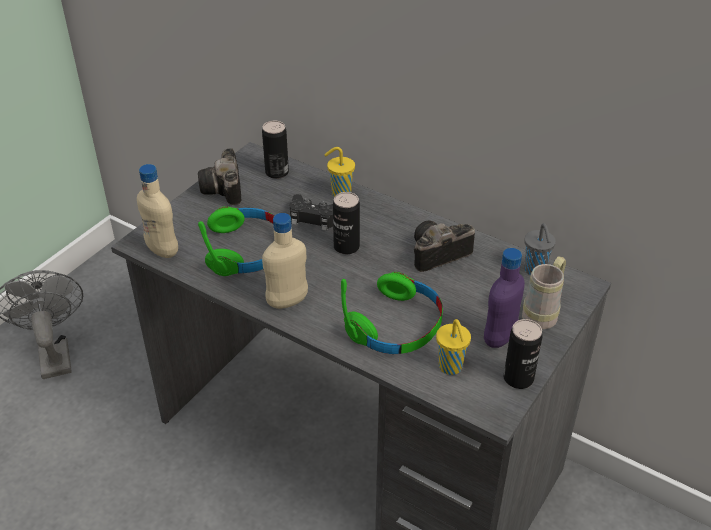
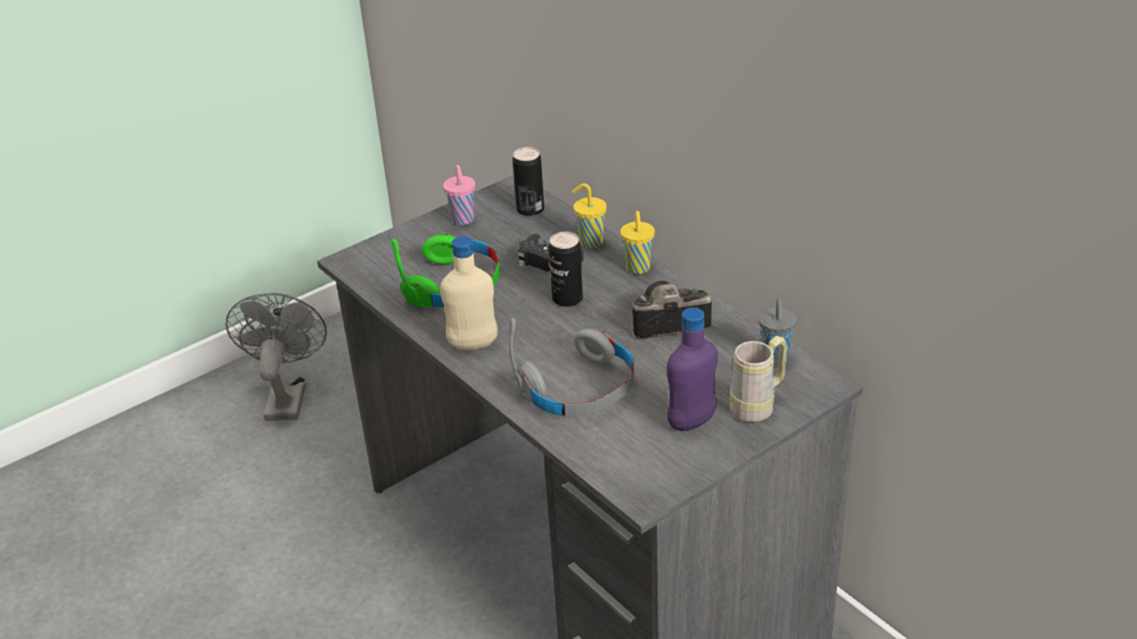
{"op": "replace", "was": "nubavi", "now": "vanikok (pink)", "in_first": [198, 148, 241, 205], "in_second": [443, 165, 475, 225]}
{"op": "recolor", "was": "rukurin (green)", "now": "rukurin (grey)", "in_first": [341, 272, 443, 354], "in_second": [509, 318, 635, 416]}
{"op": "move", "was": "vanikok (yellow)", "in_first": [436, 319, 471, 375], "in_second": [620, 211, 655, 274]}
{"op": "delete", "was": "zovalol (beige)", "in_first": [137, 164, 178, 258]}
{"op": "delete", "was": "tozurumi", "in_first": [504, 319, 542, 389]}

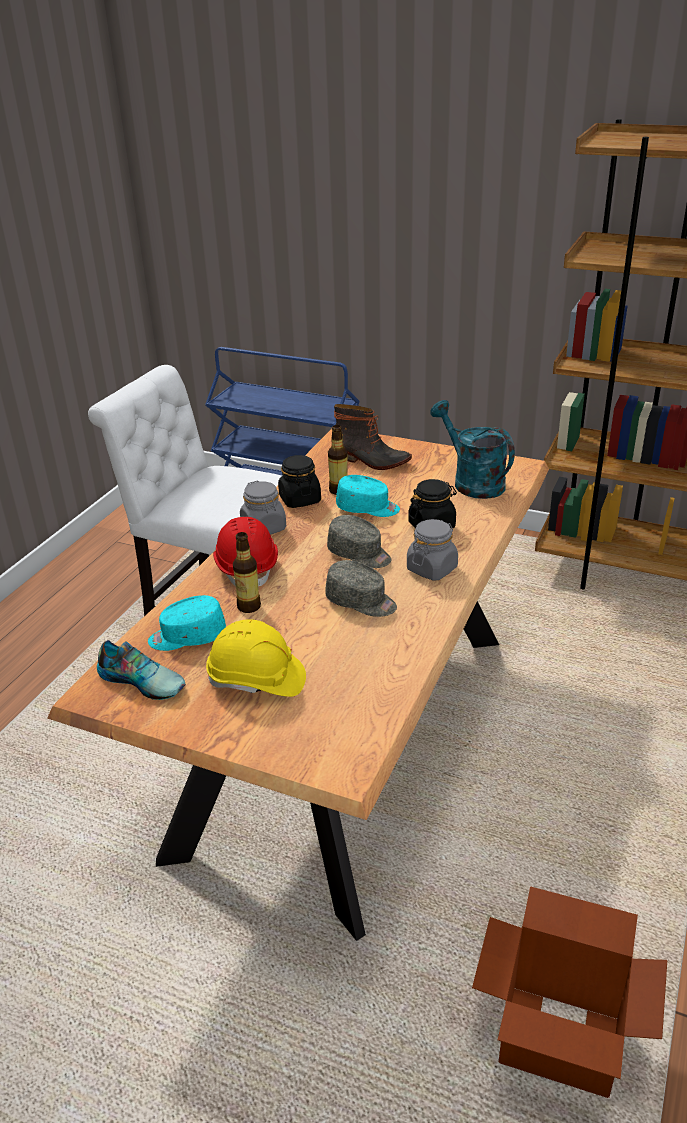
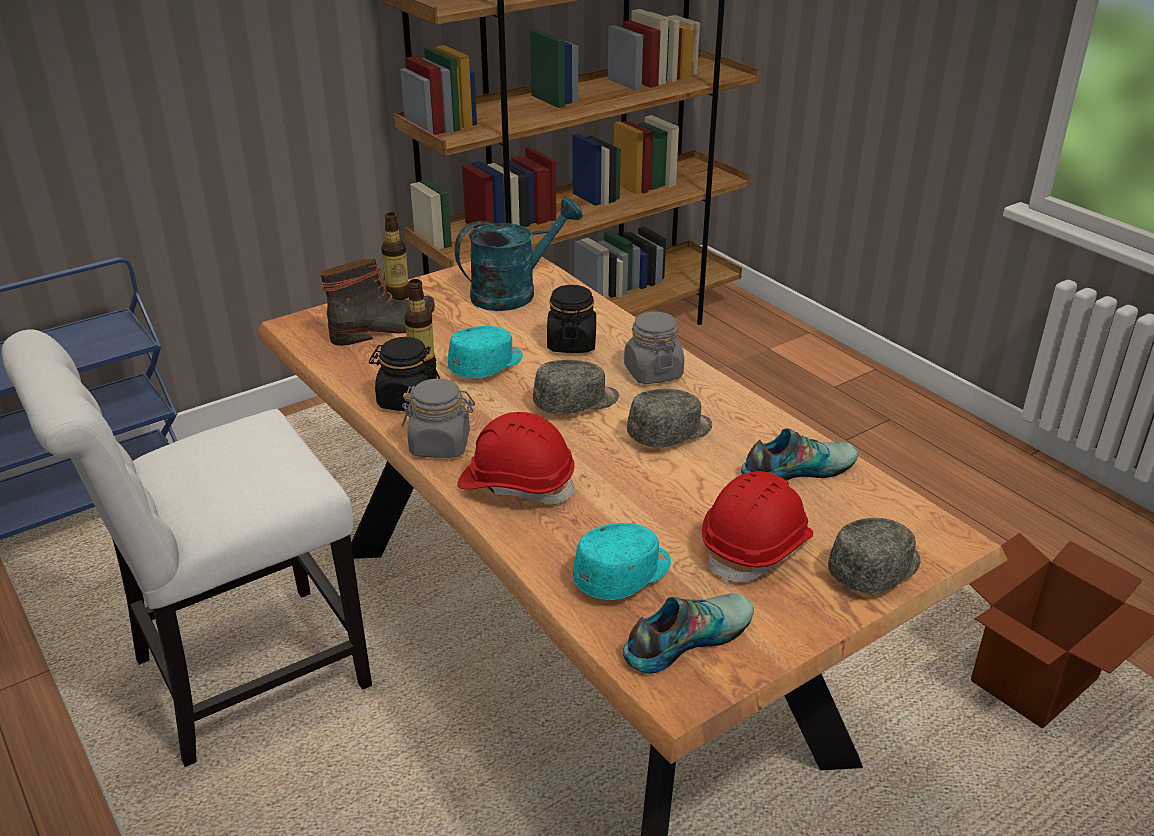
{"op": "move", "was": "zovalol", "in_first": [233, 532, 261, 613], "in_second": [381, 212, 409, 300]}
{"op": "rotate", "was": "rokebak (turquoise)", "in_first": [430, 400, 515, 499], "in_second": [455, 197, 583, 311], "clockwise": 150}
{"op": "rotate", "was": "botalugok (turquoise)", "in_first": [148, 595, 226, 651], "in_second": [573, 523, 671, 600], "clockwise": -150}
{"op": "recolor", "was": "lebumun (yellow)", "now": "lebumun (red)", "in_first": [206, 619, 306, 697], "in_second": [702, 471, 813, 585]}
{"op": "insert", "now": "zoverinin", "in_second": [741, 428, 858, 481]}
{"op": "insert", "now": "botalugok (grey)", "in_second": [828, 518, 920, 594]}

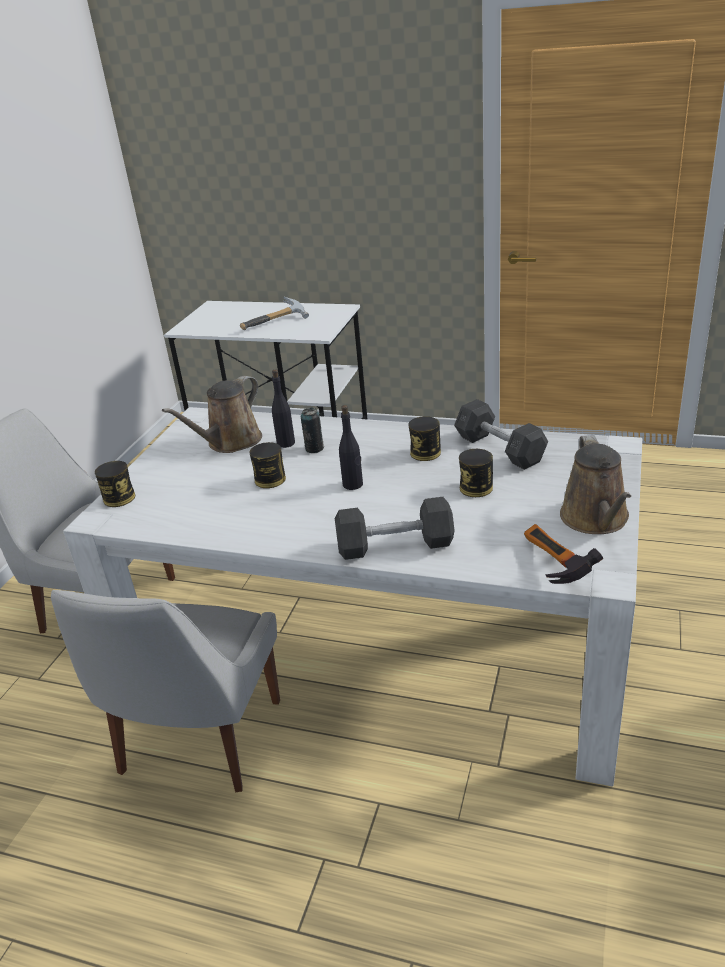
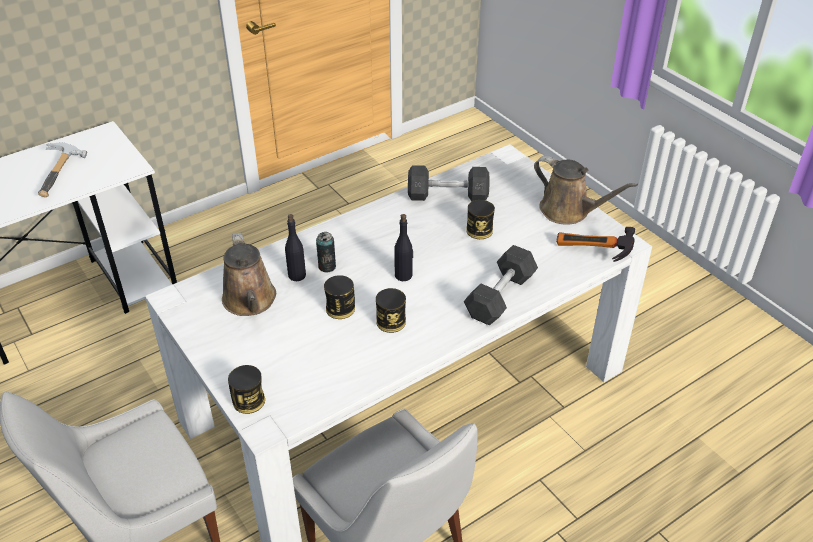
{"op": "move", "was": "tozurumi", "in_first": [408, 416, 441, 461], "in_second": [376, 288, 406, 333]}

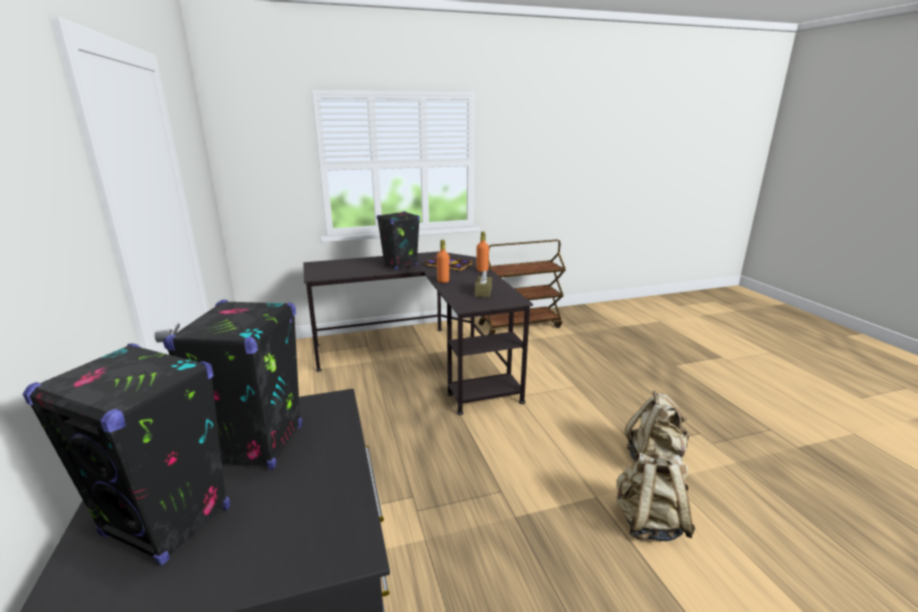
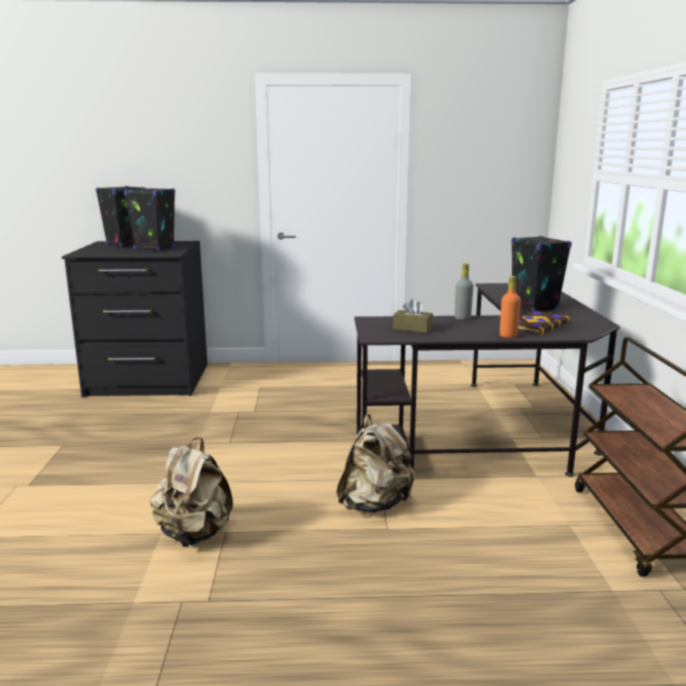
{"op": "move", "was": "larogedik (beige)", "in_first": [616, 452, 695, 541], "in_second": [336, 414, 415, 513]}
{"op": "recolor", "was": "zovalol (orange)", "now": "zovalol (grey)", "in_first": [437, 240, 449, 283], "in_second": [455, 264, 474, 320]}

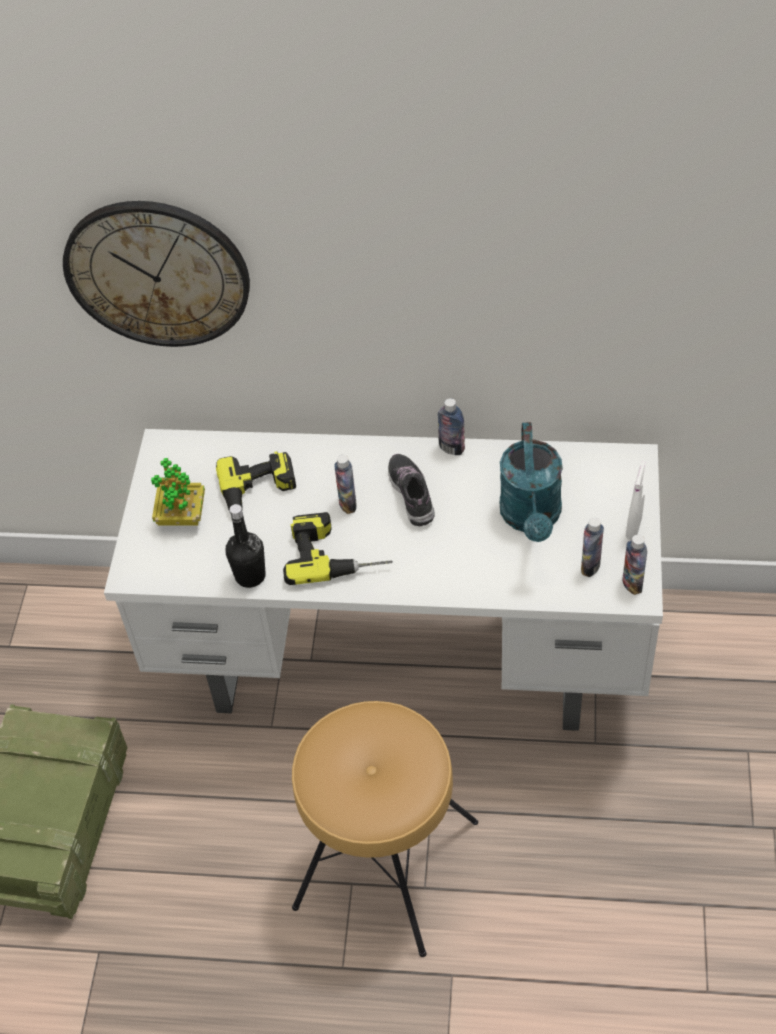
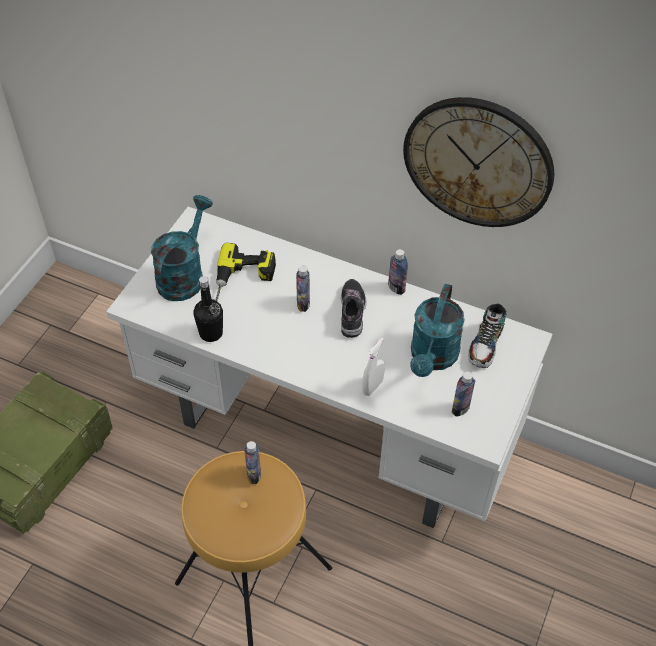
{"op": "replace", "was": "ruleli", "now": "rokebak (turquoise)", "in_first": [151, 458, 205, 526], "in_second": [151, 195, 213, 301]}
{"op": "move", "was": "zovalol", "in_first": [622, 535, 647, 595], "in_second": [245, 441, 261, 484]}
{"op": "move", "was": "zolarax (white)", "in_first": [626, 462, 645, 541], "in_second": [362, 337, 385, 396]}
{"op": "move", "was": "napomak", "in_first": [63, 201, 250, 347], "in_second": [403, 97, 554, 227]}
{"op": "insert", "now": "zoverinin", "in_second": [468, 303, 507, 368]}
{"op": "delete", "was": "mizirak", "in_first": [283, 512, 393, 585]}

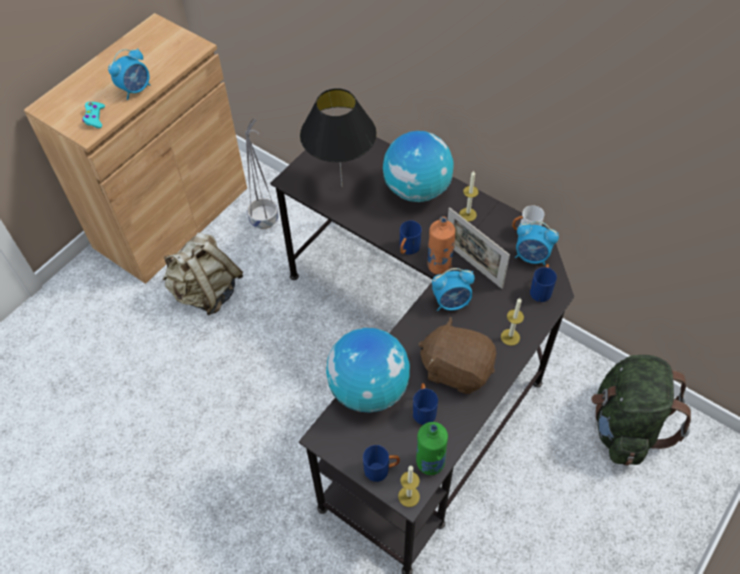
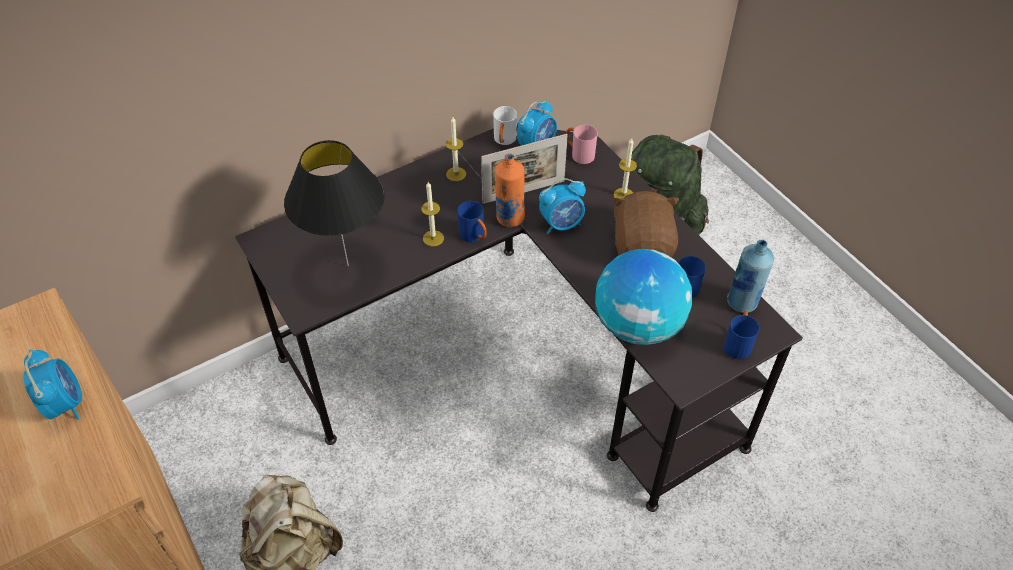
{"op": "move", "was": "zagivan", "in_first": [398, 466, 420, 507], "in_second": [421, 182, 444, 246]}
{"op": "rotate", "was": "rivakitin", "in_first": [432, 268, 475, 311], "in_second": [539, 178, 586, 234], "clockwise": 60}
{"op": "recolor", "was": "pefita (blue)", "now": "pefita (pink)", "in_first": [530, 264, 557, 302], "in_second": [566, 125, 598, 164]}
{"op": "rotate", "was": "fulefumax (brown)", "in_first": [418, 317, 496, 394], "in_second": [612, 191, 679, 258], "clockwise": 135}
{"op": "recolor", "was": "zovalol (green)", "now": "zovalol (blue)", "in_first": [416, 422, 448, 475], "in_second": [727, 240, 774, 313]}
{"op": "delete", "was": "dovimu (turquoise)", "in_first": [82, 102, 105, 128]}
{"op": "delete", "was": "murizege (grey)", "in_first": [245, 118, 278, 229]}
{"op": "delete", "was": "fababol", "in_first": [383, 131, 454, 202]}

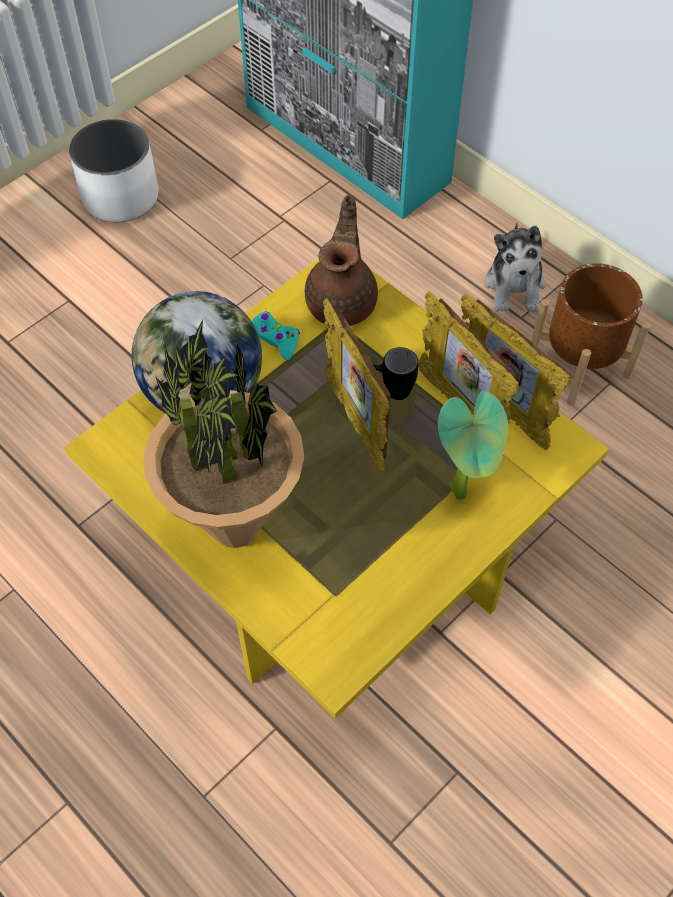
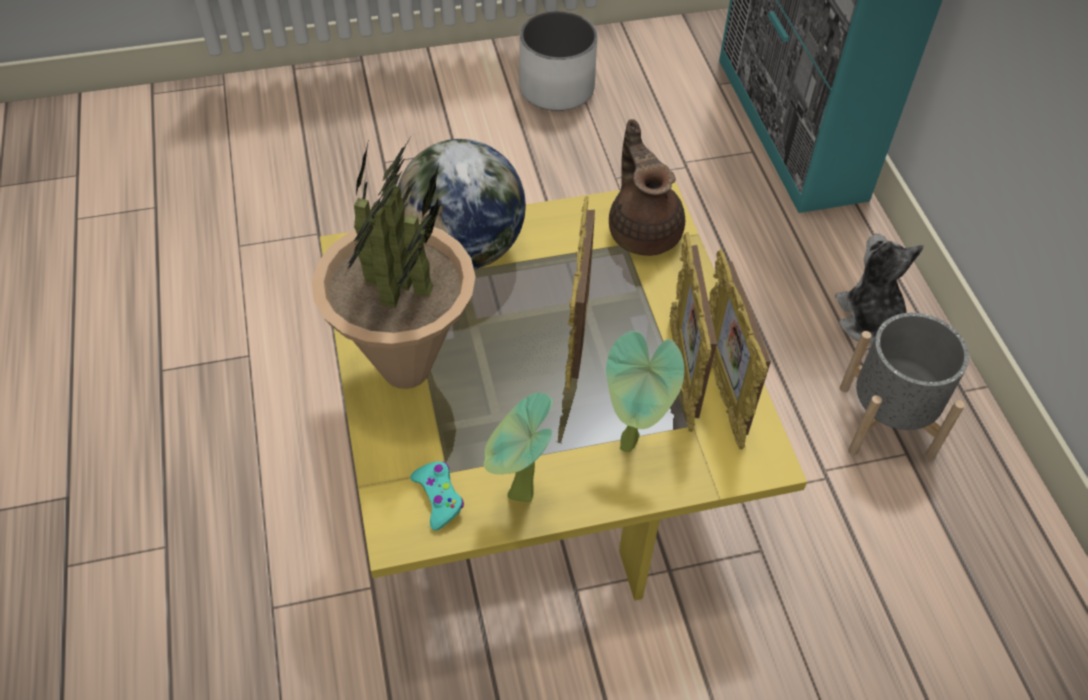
{"op": "move", "was": "dovimu (turquoise)", "in_first": [251, 312, 300, 360], "in_second": [410, 461, 464, 531]}
{"op": "insert", "now": "ruleli", "in_second": [484, 393, 553, 502]}
{"op": "rotate", "was": "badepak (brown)", "in_first": [305, 194, 378, 326], "in_second": [609, 119, 685, 256], "clockwise": -60}
{"op": "rotate", "was": "fulefumax", "in_first": [485, 223, 546, 312], "in_second": [835, 234, 924, 343], "clockwise": 135}
{"op": "recolor", "was": "murizege (brown)", "now": "murizege (grey)", "in_first": [531, 263, 651, 406], "in_second": [840, 313, 969, 460]}
{"op": "delete", "was": "pefita (black)", "in_first": [373, 347, 419, 400]}

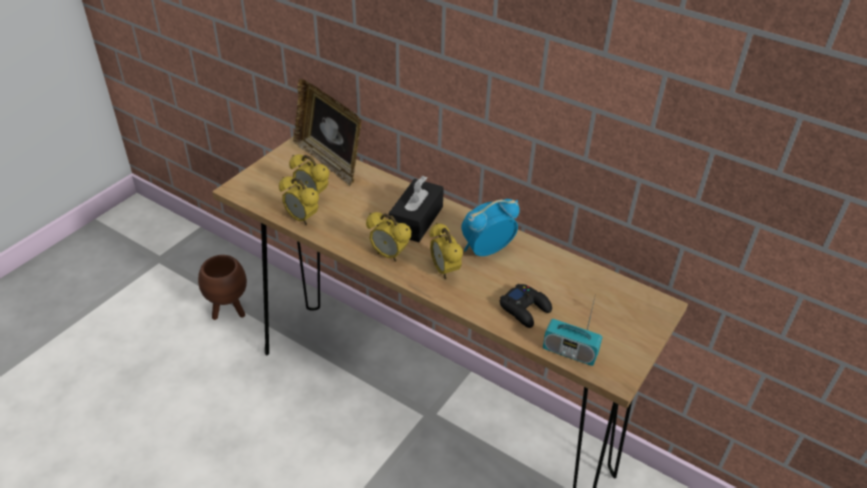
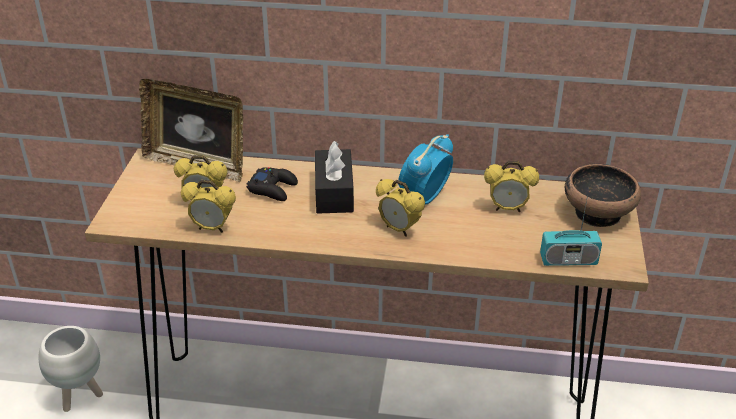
{"op": "recolor", "was": "murizege (brown)", "now": "murizege (white)", "in_first": [198, 255, 247, 320], "in_second": [39, 326, 103, 412]}
{"op": "move", "was": "dovimu (black)", "in_first": [500, 283, 552, 328], "in_second": [246, 167, 298, 201]}
{"op": "move", "was": "rivakitin", "in_first": [366, 212, 411, 262], "in_second": [484, 161, 539, 212]}
{"op": "insert", "now": "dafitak", "in_second": [565, 164, 641, 227]}

